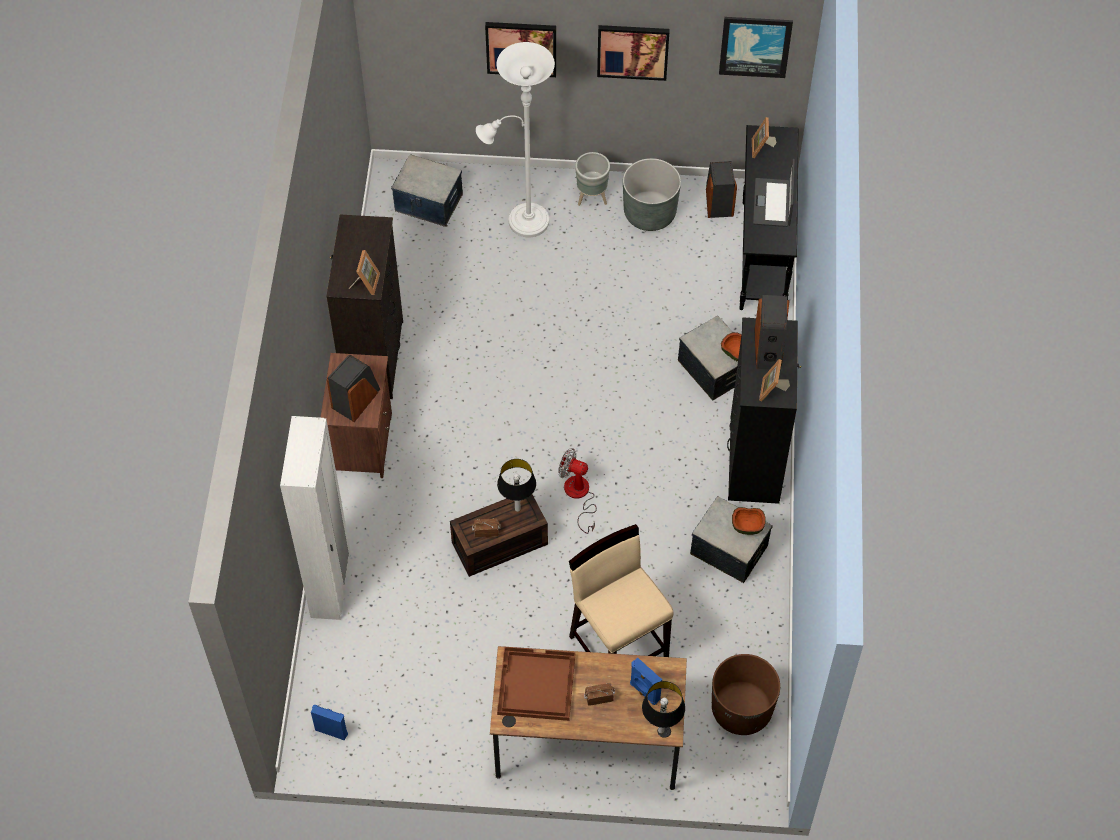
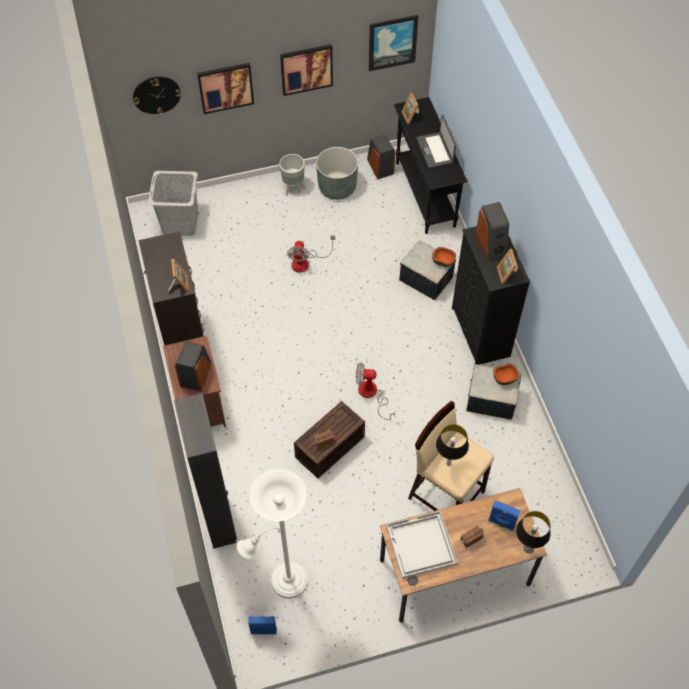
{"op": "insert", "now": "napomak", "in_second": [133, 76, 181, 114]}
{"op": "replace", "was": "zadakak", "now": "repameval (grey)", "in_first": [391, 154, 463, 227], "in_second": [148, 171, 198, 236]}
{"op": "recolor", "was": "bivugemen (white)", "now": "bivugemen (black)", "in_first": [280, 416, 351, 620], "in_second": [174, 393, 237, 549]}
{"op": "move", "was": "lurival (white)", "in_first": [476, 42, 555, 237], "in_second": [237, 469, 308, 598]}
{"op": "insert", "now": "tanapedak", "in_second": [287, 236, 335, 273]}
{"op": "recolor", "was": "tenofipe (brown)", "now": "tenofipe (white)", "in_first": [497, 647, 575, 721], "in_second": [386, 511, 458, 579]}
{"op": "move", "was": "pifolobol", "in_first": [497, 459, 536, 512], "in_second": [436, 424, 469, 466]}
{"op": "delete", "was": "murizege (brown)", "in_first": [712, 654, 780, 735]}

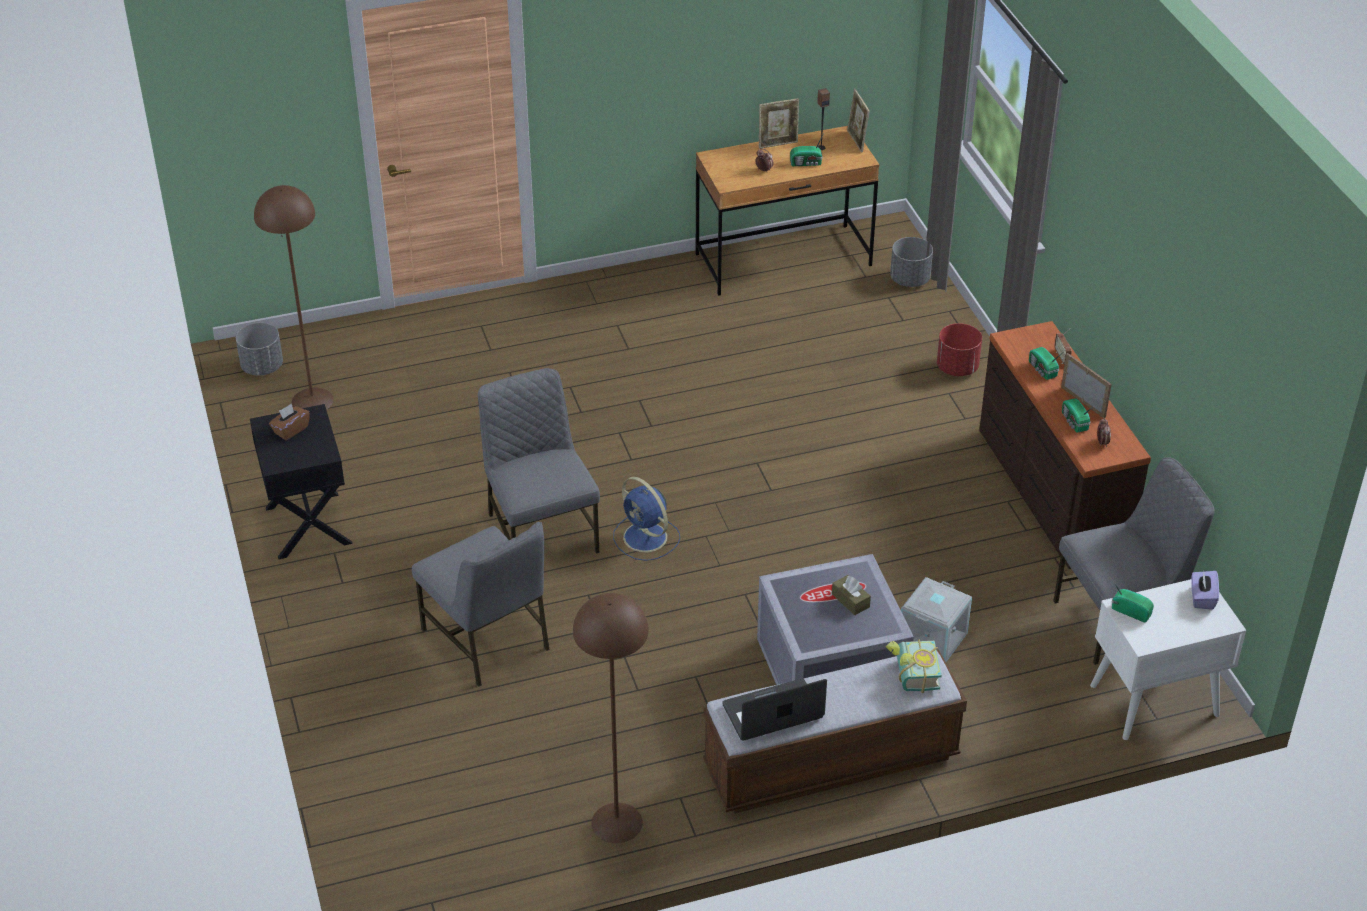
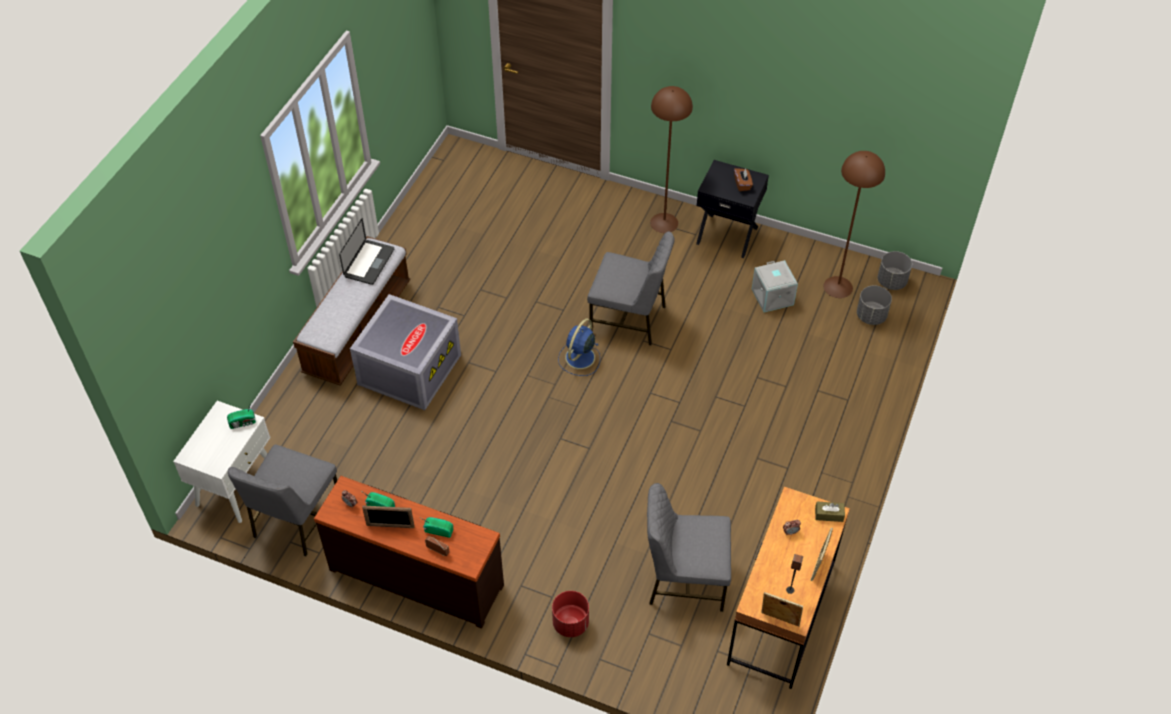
{"op": "rotate", "was": "tanapedak (blue)", "in_first": [613, 477, 680, 561], "in_second": [558, 318, 600, 376], "clockwise": -60}
{"op": "move", "was": "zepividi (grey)", "in_first": [412, 522, 550, 686], "in_second": [647, 483, 731, 612]}
{"op": "move", "was": "lurival (brown)", "in_first": [573, 593, 649, 843], "in_second": [650, 86, 693, 233]}
{"op": "move", "was": "zadakak (grey)", "in_first": [901, 577, 972, 662], "in_second": [752, 260, 798, 312]}
{"op": "move", "was": "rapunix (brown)", "in_first": [832, 575, 871, 615], "in_second": [815, 501, 845, 522]}
{"op": "move", "was": "murizege (grey)", "in_first": [890, 237, 933, 287], "in_second": [857, 285, 892, 325]}
{"op": "delete", "was": "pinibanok", "in_first": [790, 135, 823, 166]}
{"op": "delete", "was": "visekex", "in_first": [885, 640, 942, 693]}
{"op": "delete", "was": "rapunix (purple)", "in_first": [1191, 570, 1219, 610]}

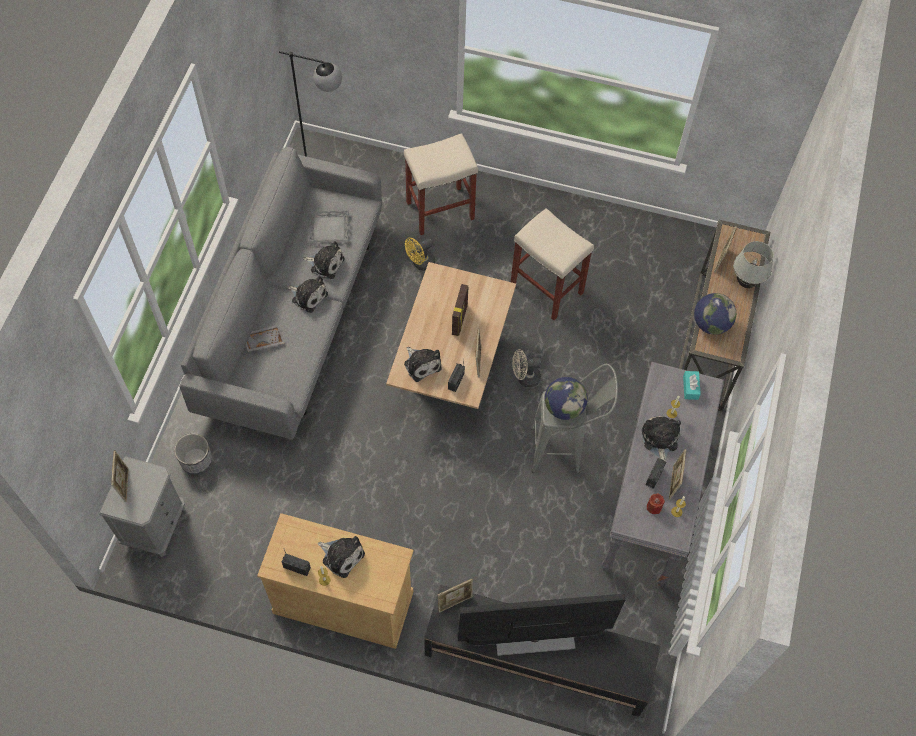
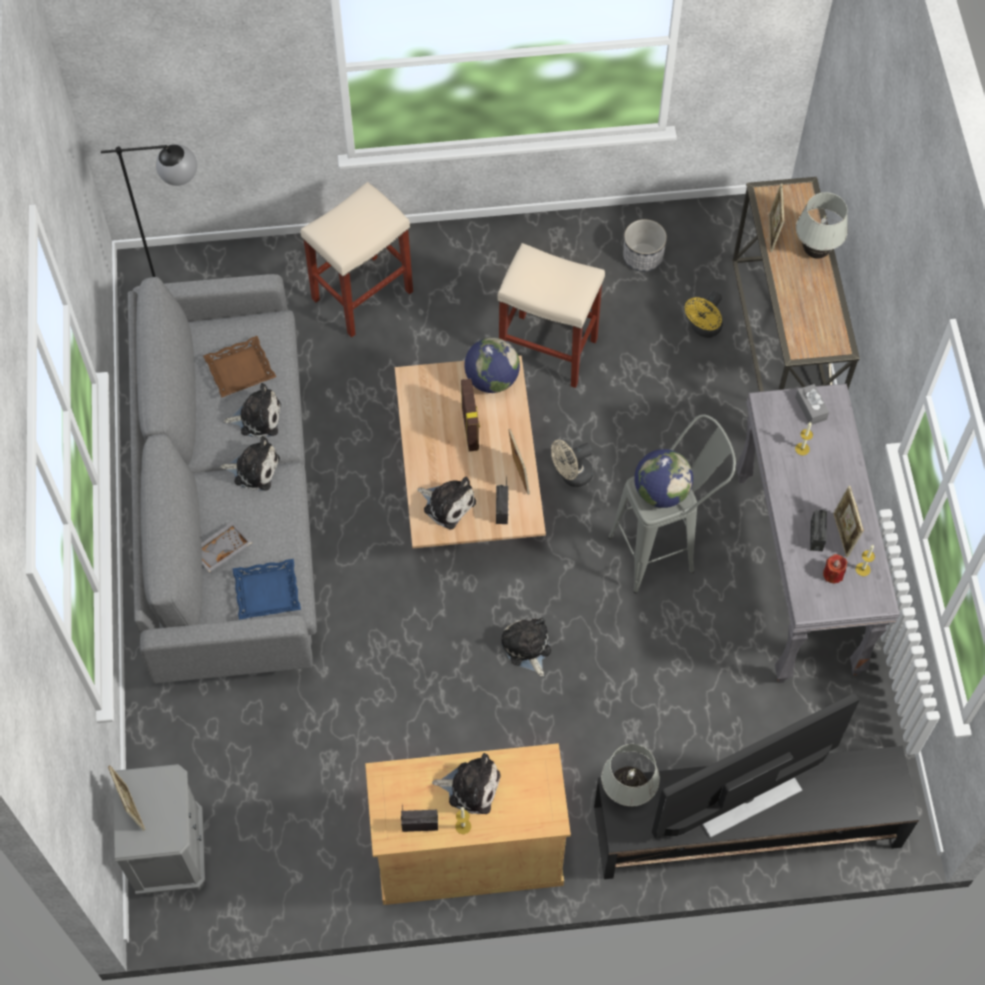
{"op": "recolor", "was": "tenofipe (grey)", "now": "tenofipe (brown)", "in_first": [308, 210, 349, 242], "in_second": [203, 336, 276, 398]}
{"op": "insert", "now": "tenofipe (blue)", "in_second": [233, 559, 301, 620]}
{"op": "move", "was": "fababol", "in_first": [694, 293, 736, 335], "in_second": [465, 337, 520, 393]}
{"op": "move", "was": "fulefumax", "in_first": [642, 416, 681, 461], "in_second": [501, 618, 551, 676]}
{"op": "replace", "was": "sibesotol", "now": "pifolobol (white)", "in_first": [438, 579, 473, 613], "in_second": [601, 744, 660, 807]}
{"op": "move", "was": "murizege", "in_first": [174, 433, 212, 474], "in_second": [623, 219, 667, 272]}
{"op": "move", "was": "tanapedak (yellow)", "in_first": [405, 238, 435, 271], "in_second": [685, 291, 723, 338]}
{"op": "recolor", "was": "rapunix (turquoise)", "now": "rapunix (grey)", "in_first": [683, 371, 701, 400], "in_second": [795, 384, 829, 425]}

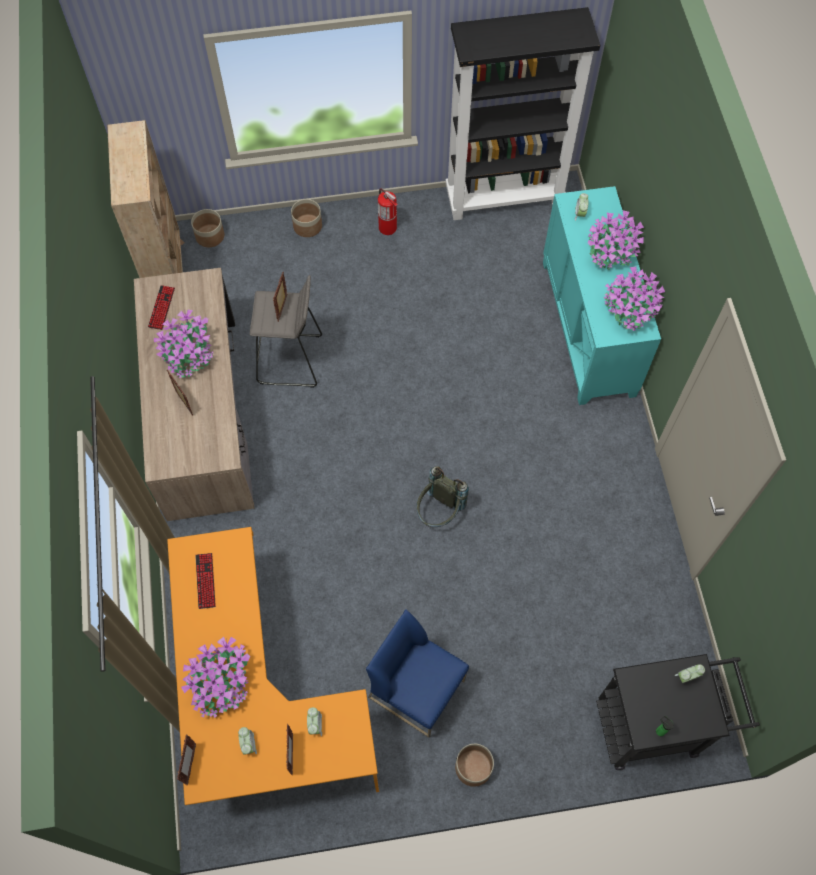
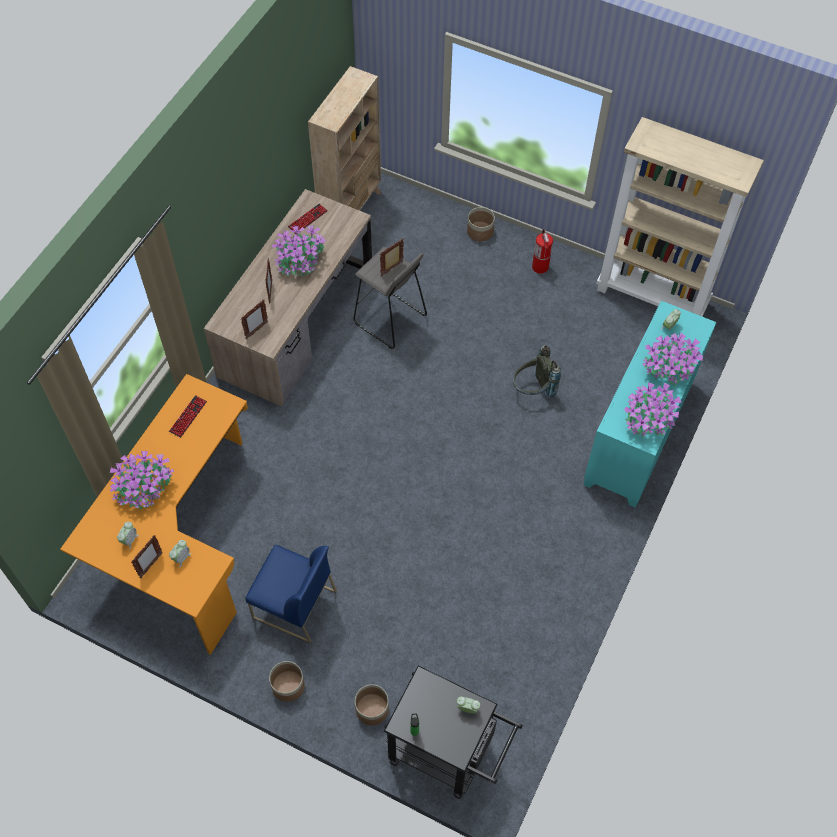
{"op": "move", "was": "sibesotol", "in_first": [177, 734, 196, 785], "in_second": [241, 300, 268, 339]}
{"op": "rotate", "was": "zepividi (blue)", "in_first": [366, 609, 469, 738], "in_second": [246, 545, 337, 644], "clockwise": 135}
{"op": "move", "was": "murizege", "in_first": [191, 209, 224, 247], "in_second": [355, 684, 389, 725]}
{"op": "move", "was": "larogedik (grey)", "in_first": [416, 466, 469, 527], "in_second": [513, 345, 561, 398]}
{"op": "recolor", "was": "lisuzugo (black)", "now": "lisuzugo (beige)", "in_first": [445, 7, 600, 220], "in_second": [596, 117, 764, 317]}

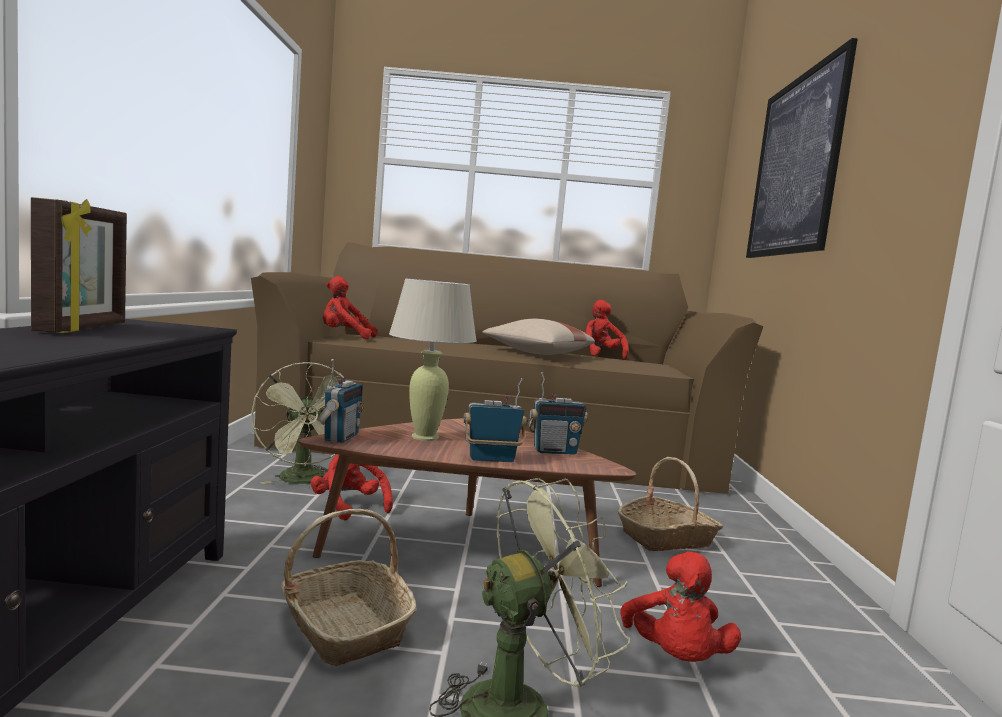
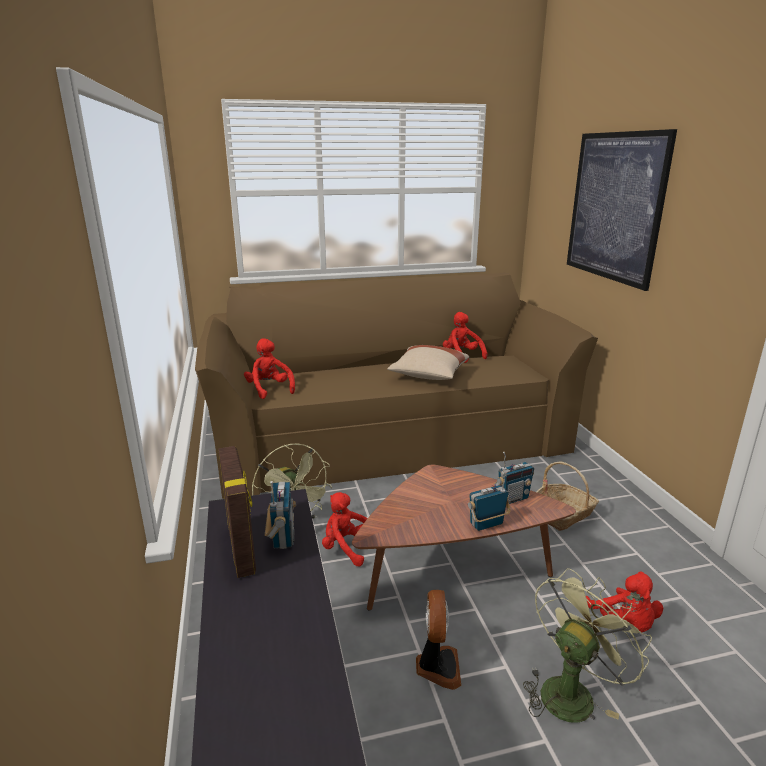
{"op": "rotate", "was": "fulefumax (red)", "in_first": [323, 276, 378, 339], "in_second": [244, 338, 295, 399], "clockwise": 75}
{"op": "move", "was": "pinibanok", "in_first": [317, 359, 364, 443], "in_second": [265, 481, 296, 549]}
{"op": "replace", "was": "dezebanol", "now": "tanapedak", "in_first": [281, 509, 417, 666], "in_second": [416, 590, 461, 690]}
{"op": "delete", "was": "pifolobol (beige)", "in_first": [389, 279, 477, 441]}

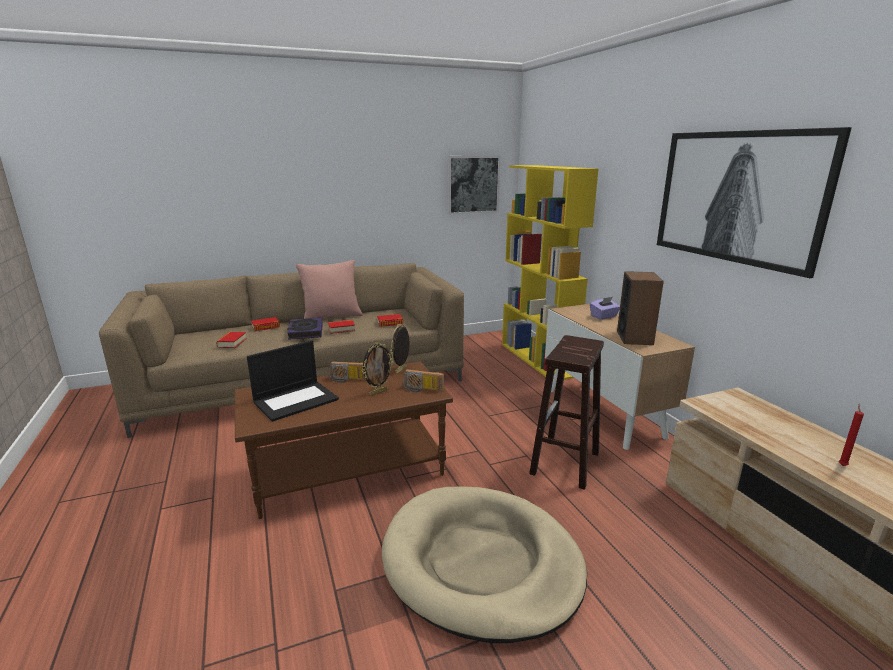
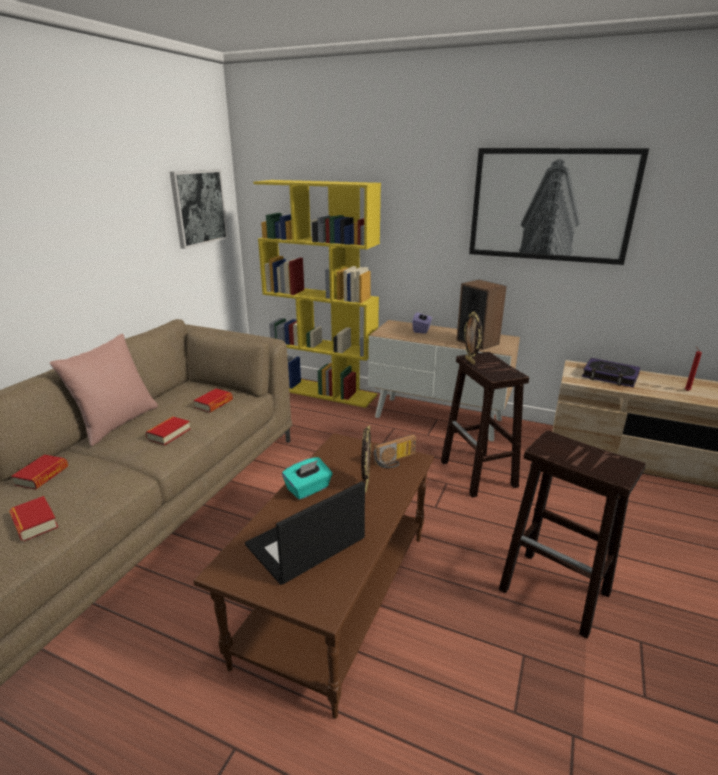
{"op": "rotate", "was": "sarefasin", "in_first": [247, 340, 339, 422], "in_second": [245, 481, 365, 585], "clockwise": -135}
{"op": "replace", "was": "pinibanok", "now": "rapunix (turquoise)", "in_first": [328, 361, 366, 383], "in_second": [282, 457, 333, 500]}
{"op": "move", "was": "sibesotol", "in_first": [390, 324, 410, 373], "in_second": [464, 311, 482, 365]}
{"op": "replace", "was": "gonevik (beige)", "now": "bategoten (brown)", "in_first": [382, 486, 587, 643], "in_second": [499, 430, 646, 639]}
{"op": "move", "was": "visekex", "in_first": [287, 318, 323, 340], "in_second": [582, 358, 641, 387]}

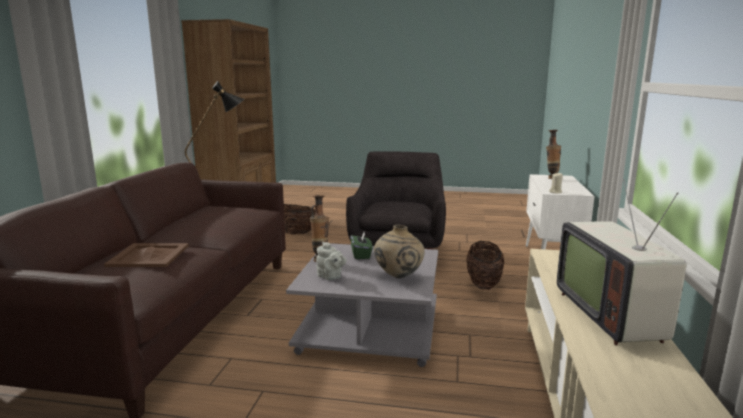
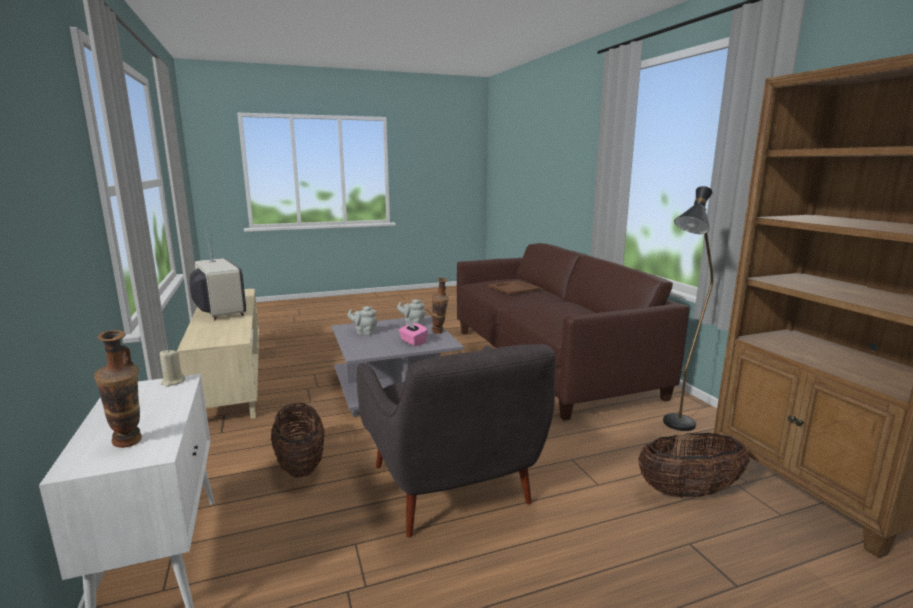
{"op": "replace", "was": "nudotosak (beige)", "now": "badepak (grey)", "in_first": [374, 224, 425, 279], "in_second": [348, 306, 377, 335]}
{"op": "recolor", "was": "rapunix (green)", "now": "rapunix (pink)", "in_first": [350, 232, 373, 259], "in_second": [399, 320, 428, 346]}

